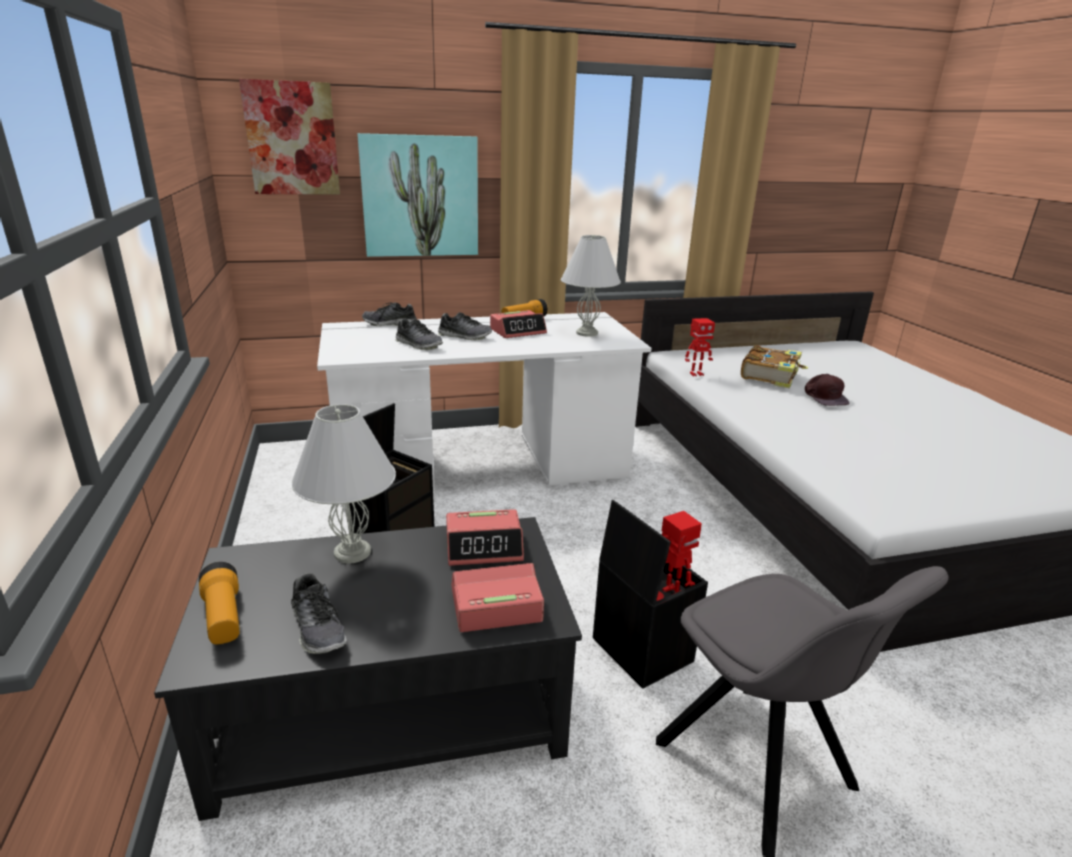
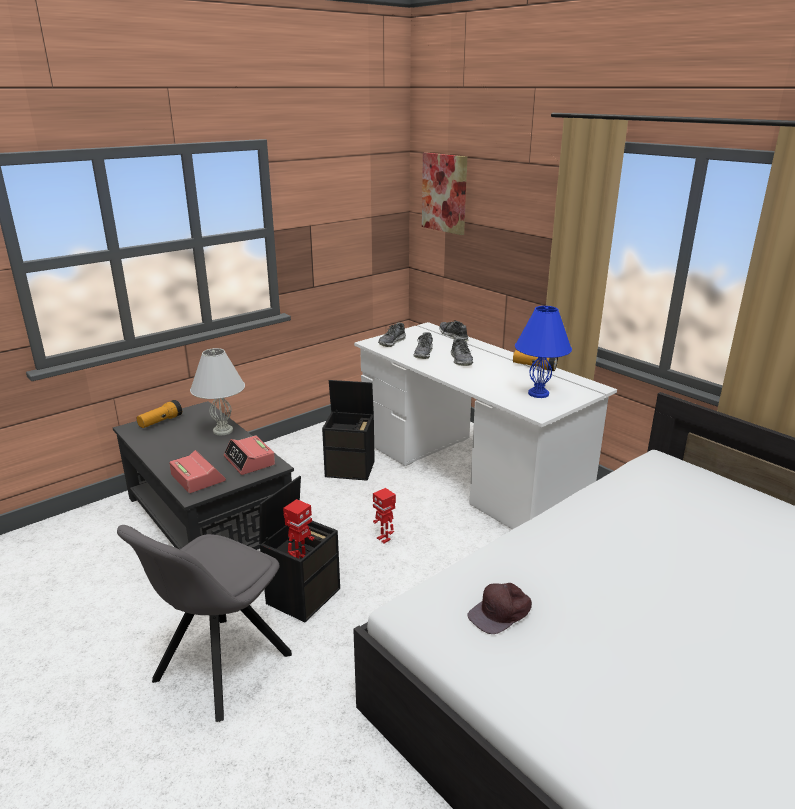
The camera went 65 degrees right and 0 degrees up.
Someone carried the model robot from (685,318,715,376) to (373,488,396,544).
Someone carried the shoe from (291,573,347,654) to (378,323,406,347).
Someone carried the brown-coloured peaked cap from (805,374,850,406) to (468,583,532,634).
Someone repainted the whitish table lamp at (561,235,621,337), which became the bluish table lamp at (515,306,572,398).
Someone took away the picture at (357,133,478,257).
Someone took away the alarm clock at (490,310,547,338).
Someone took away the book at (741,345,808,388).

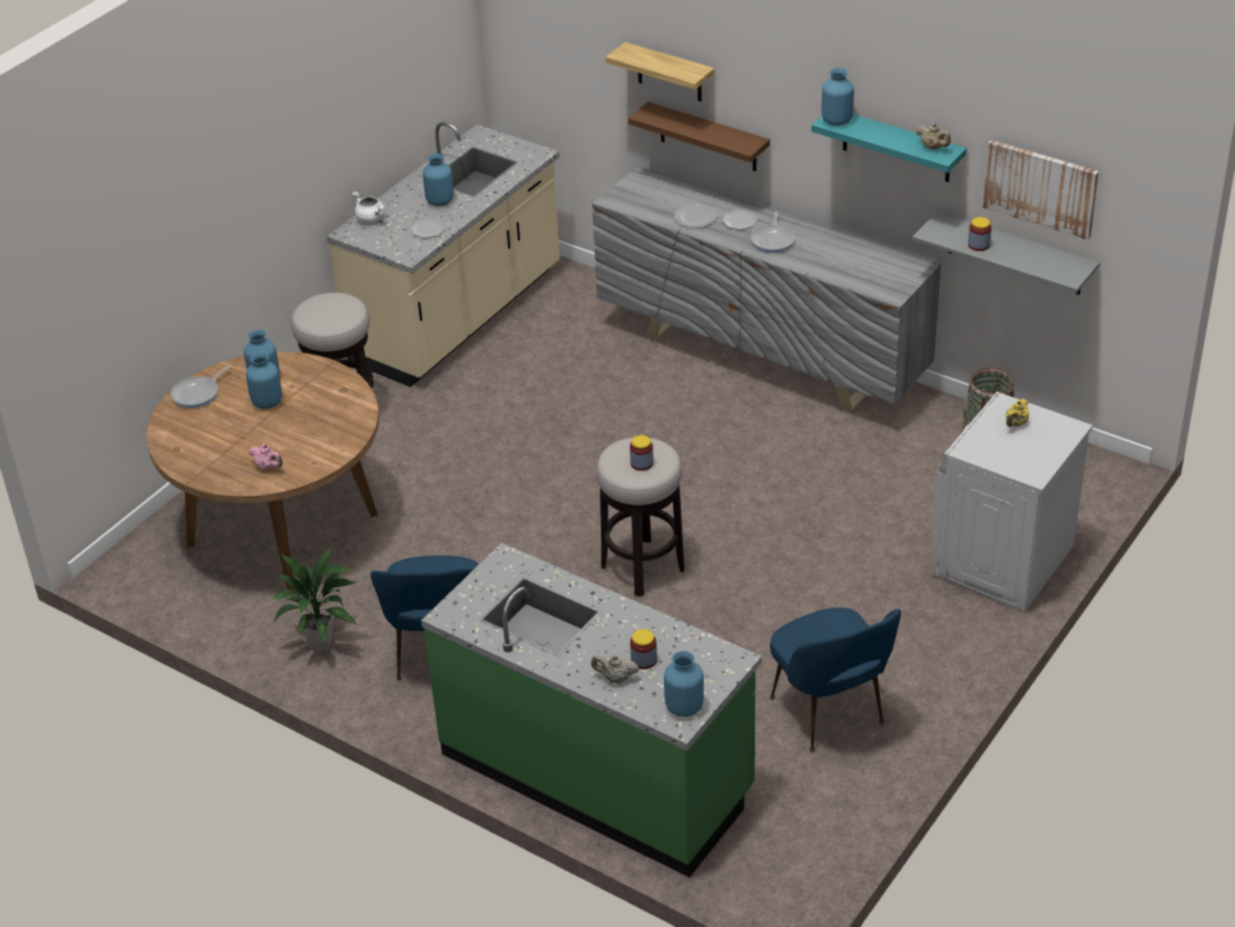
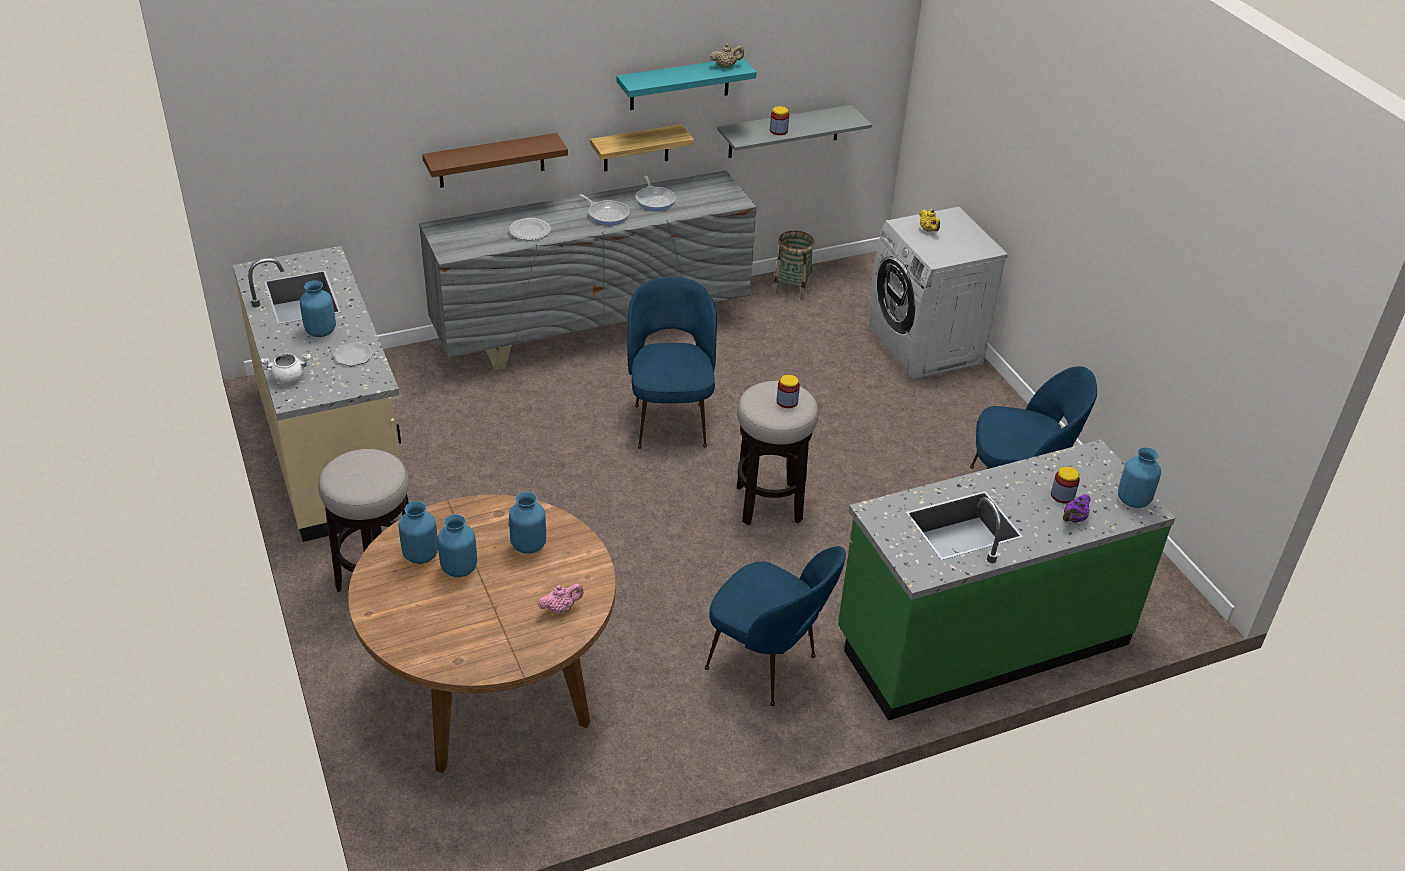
The camera went 60 degrees left and 0 degrees up.
Someone carried the bluish flower vase from (822,68,854,126) to (509,492,546,554).
Someone carried the wall shelf from (605,42,714,102) to (590,124,694,171).
Someone put down the bluish plain chair at (627,277,717,449).
Someone carried the frying pan from (171,366,230,408) to (636,176,676,211).
Someone repainted the beige teapot at (591,655,639,683), which became the purple-coloured teapot at (1063,494,1091,523).
Someone took away the plant in a pot at (269,547,357,651).
Someone took away the plate at (722,209,758,230).
Someone took away the picture at (983,140,1099,240).

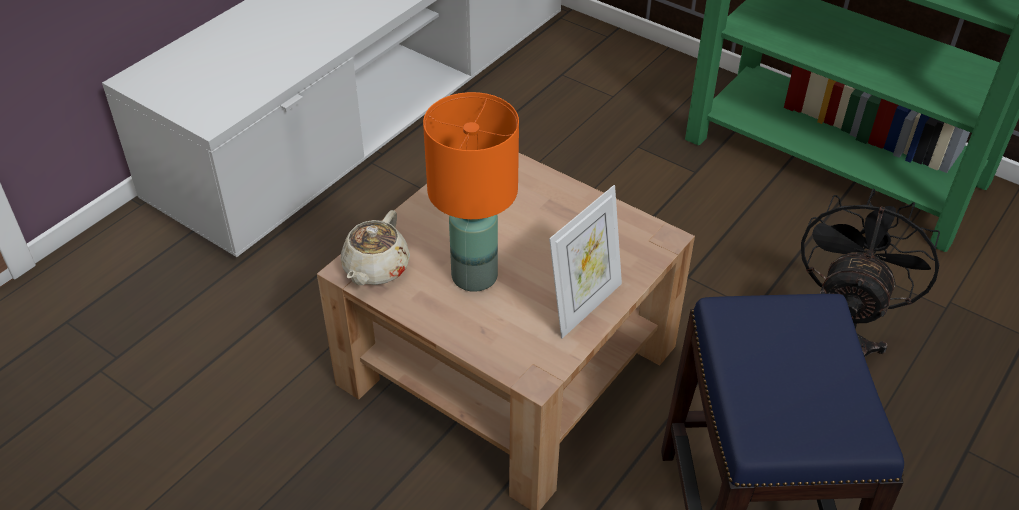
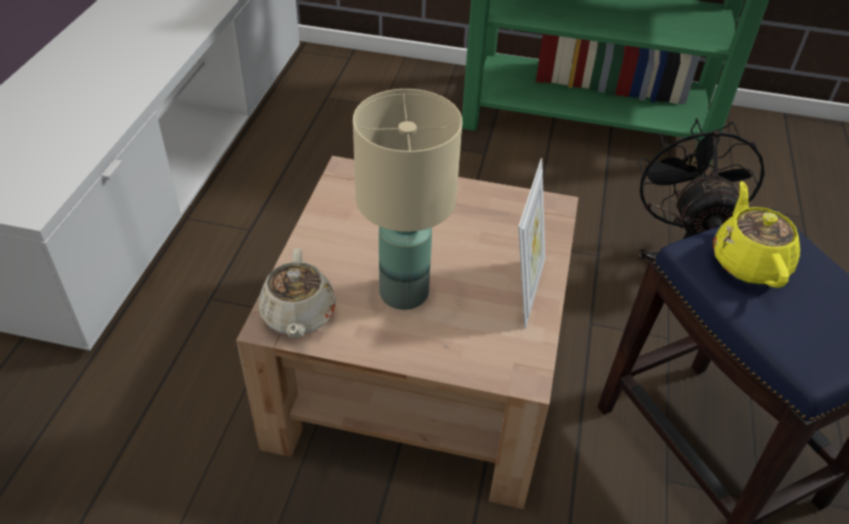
The camera went 25 degrees left and 0 degrees up.
Someone repainted the orangey table lamp at (423,92,519,292), which became the beige table lamp at (353,89,462,310).
Someone put down the yellow teapot at (713,181,800,288).

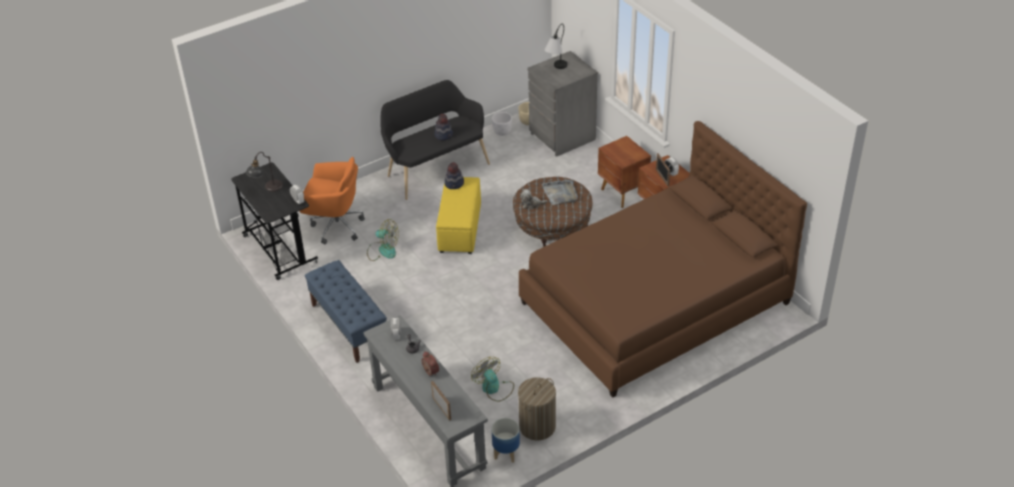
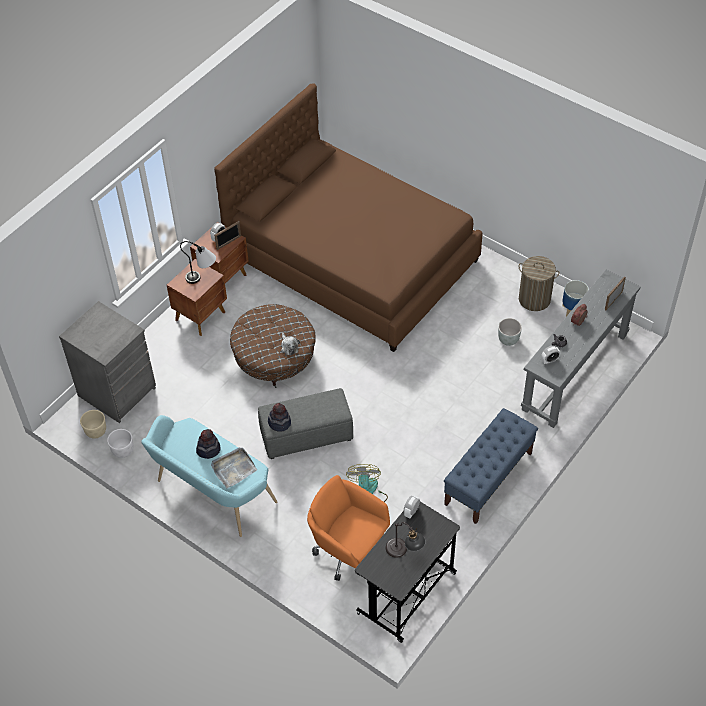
The camera went 110 degrees left and 10 degrees up.
Someone repainted the black bench at (380,80,490,200), which became the turquoise-coloured bench at (141,415,278,537).
Someone carried the table lamp from (544,24,567,69) to (180,241,216,284).
Someone carried the gray tray from (542,180,578,205) to (211,448,257,488).
Someone repainted the yellow footrest at (436,177,481,254), which became the gray footrest at (258,388,353,459).
Someone rotated the orangey desk chair at (300,157,365,244) by 45 degrees counterclockwise.
Someone swapped the electric fan at (471,356,514,401) for the gray plant pot at (498,318,522,346).

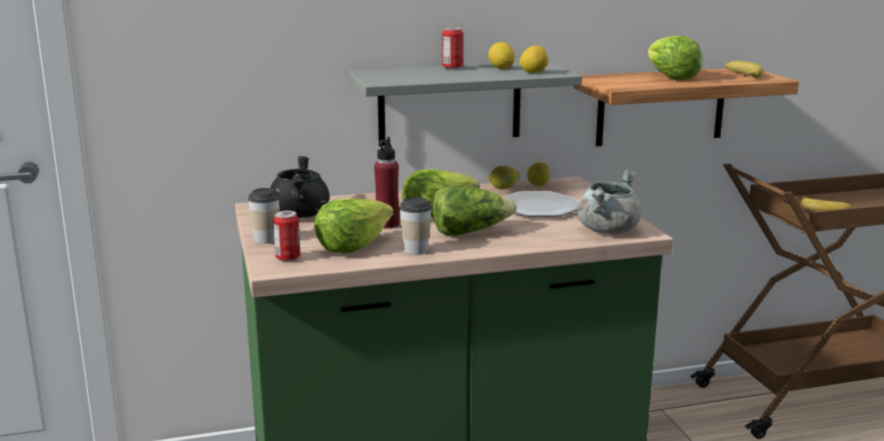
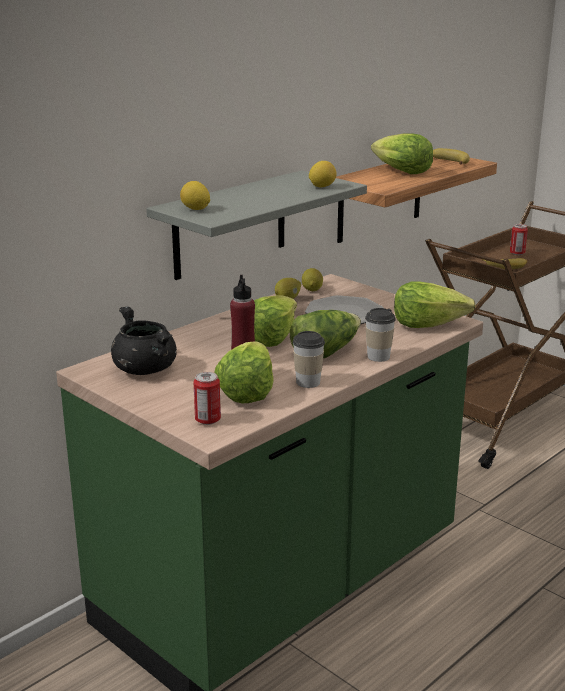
The camera went 30 degrees left and 5 degrees up.
Someone carried the lemon from (488,42,515,69) to (180,181,210,210).
Someone carried the small cup from (248,188,280,244) to (365,308,396,362).
Someone swapped the gray cooking pot at (577,170,642,234) for the head of lettuce at (394,281,476,328).
Someone carried the can from (442,28,463,70) to (510,224,528,255).

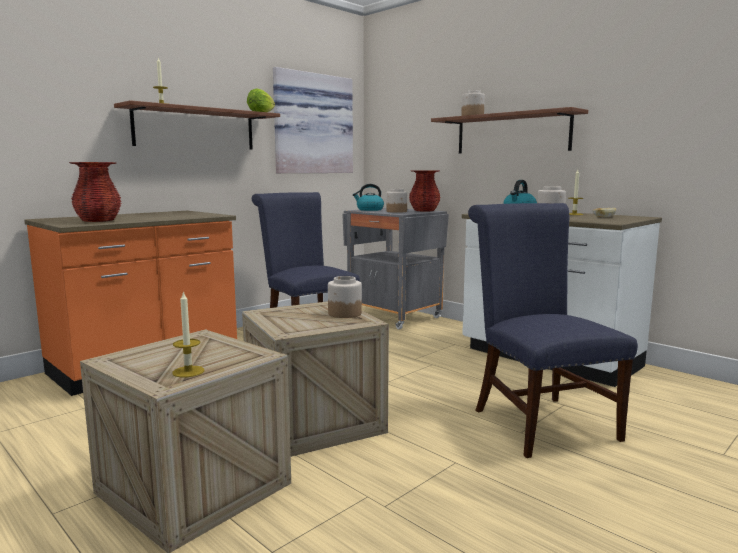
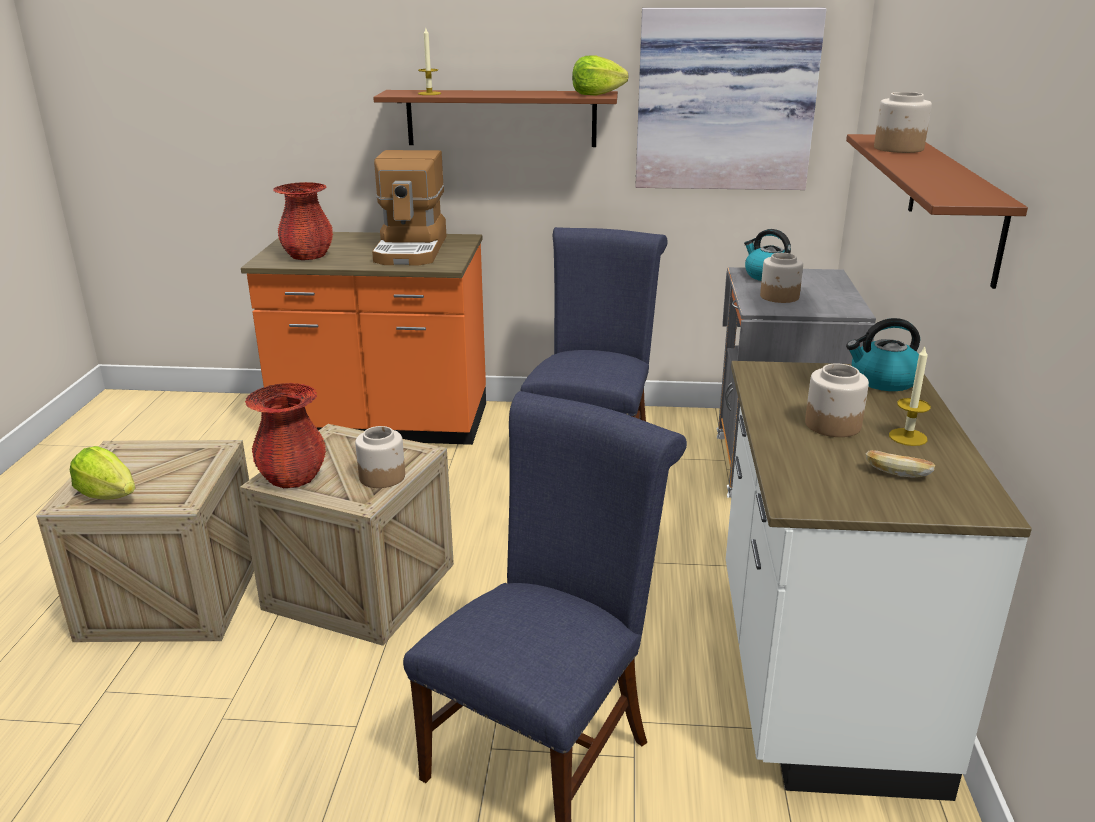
The camera went 50 degrees right and 15 degrees up.
Someone swapped the candle at (172,291,205,377) for the head of lettuce at (70,446,135,500).
Someone carried the reddish flower vase from (409,170,440,211) to (245,383,326,488).
Someone put down the coffee brewer at (372,150,446,265).

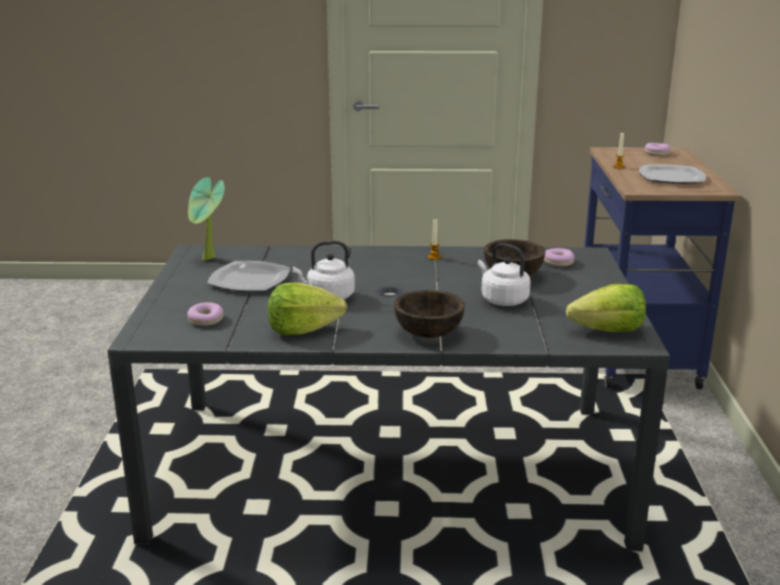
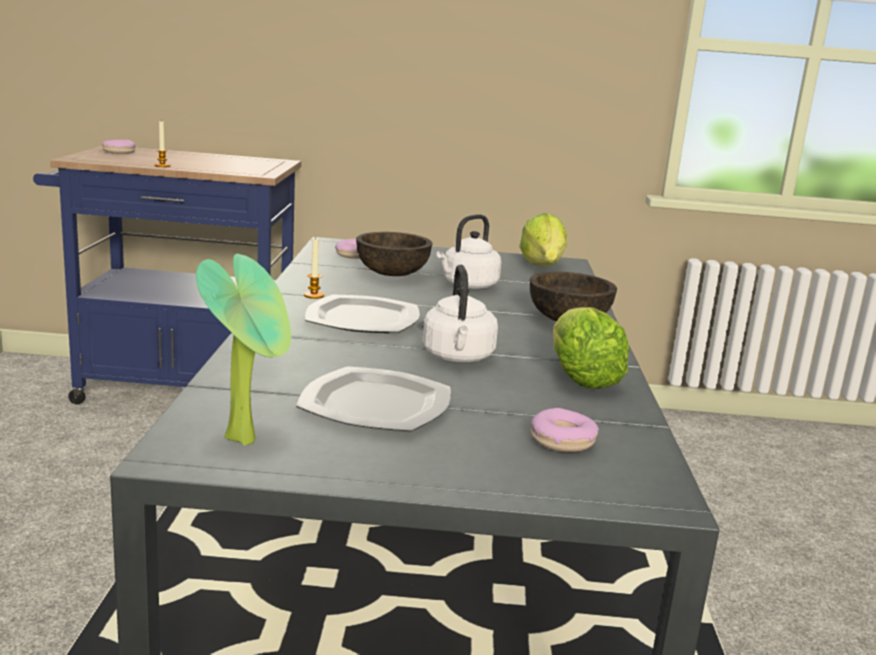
The camera went 90 degrees left and 5 degrees down.
Someone carried the plate from (639,165,706,184) to (305,294,420,333).

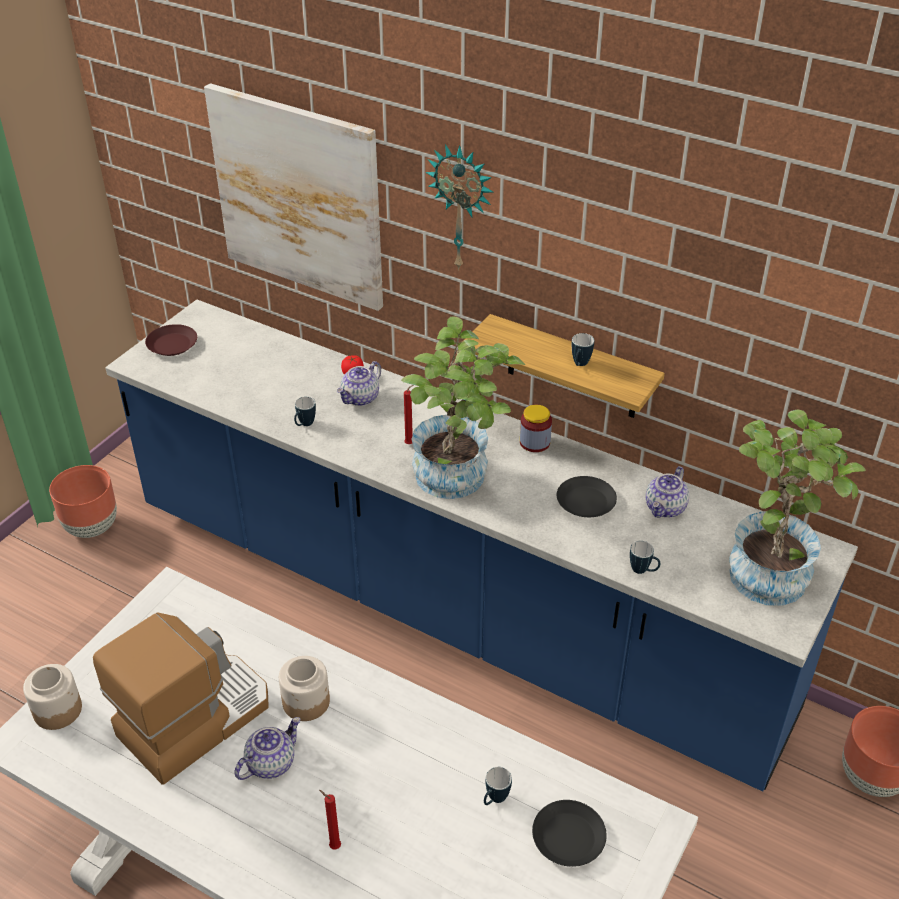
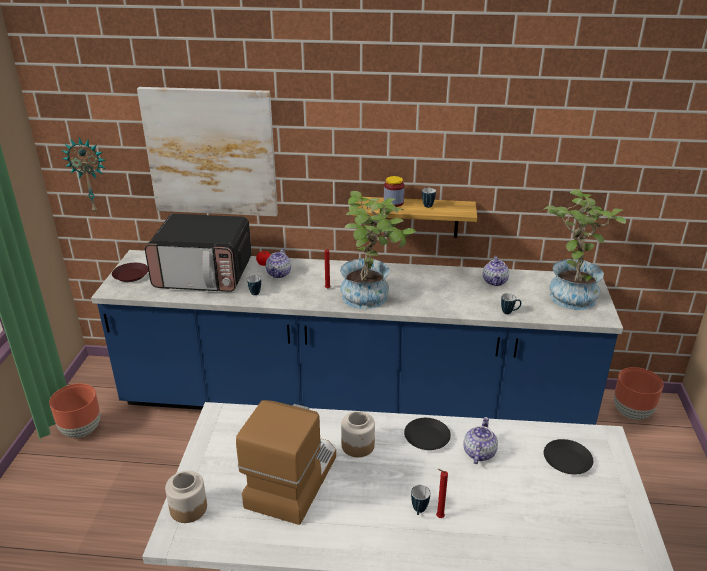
The camera went 25 degrees left and 10 degrees down.
Someone carried the wall clock from (425,144,494,271) to (62,137,106,214).
Someone put down the kitchen microwave at (145,214,252,292).
Someone carried the preserve jar from (520,405,552,452) to (384,176,404,207).
Someone carried the black plate from (557,476,617,517) to (404,418,451,450).
Someone carried the tea mug from (484,767,512,805) to (411,485,430,515).
Someone carried the teapot from (234,717,301,780) to (464,417,498,464).

